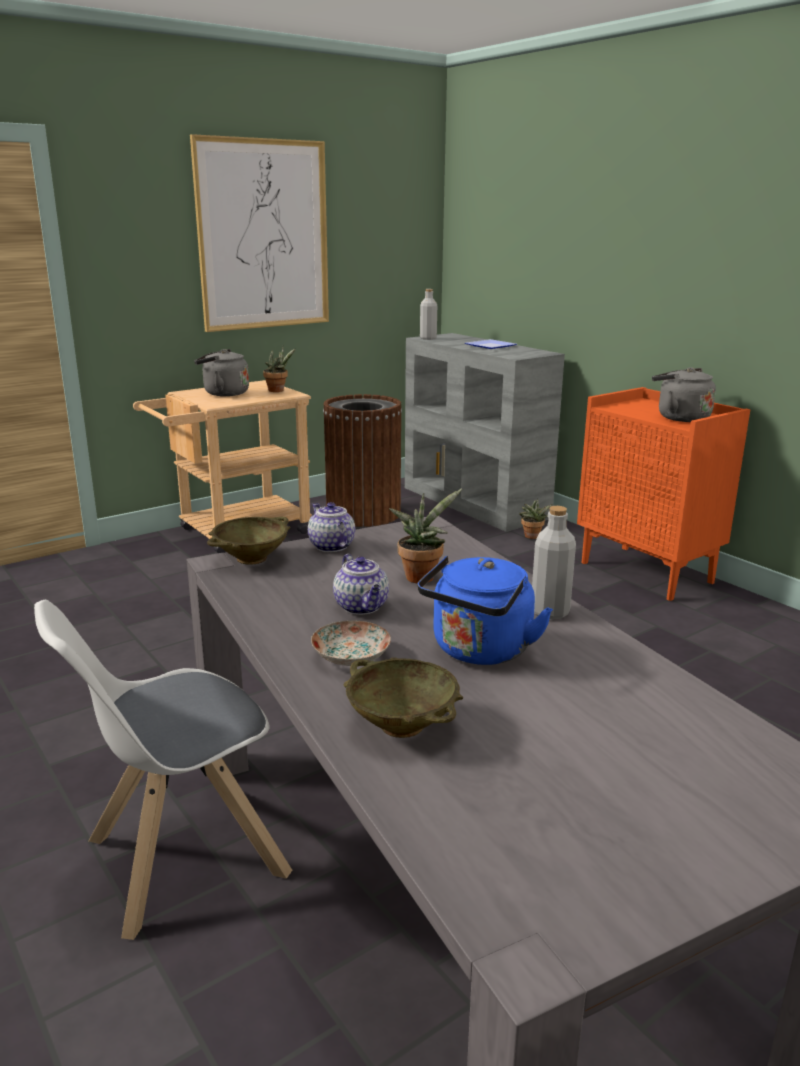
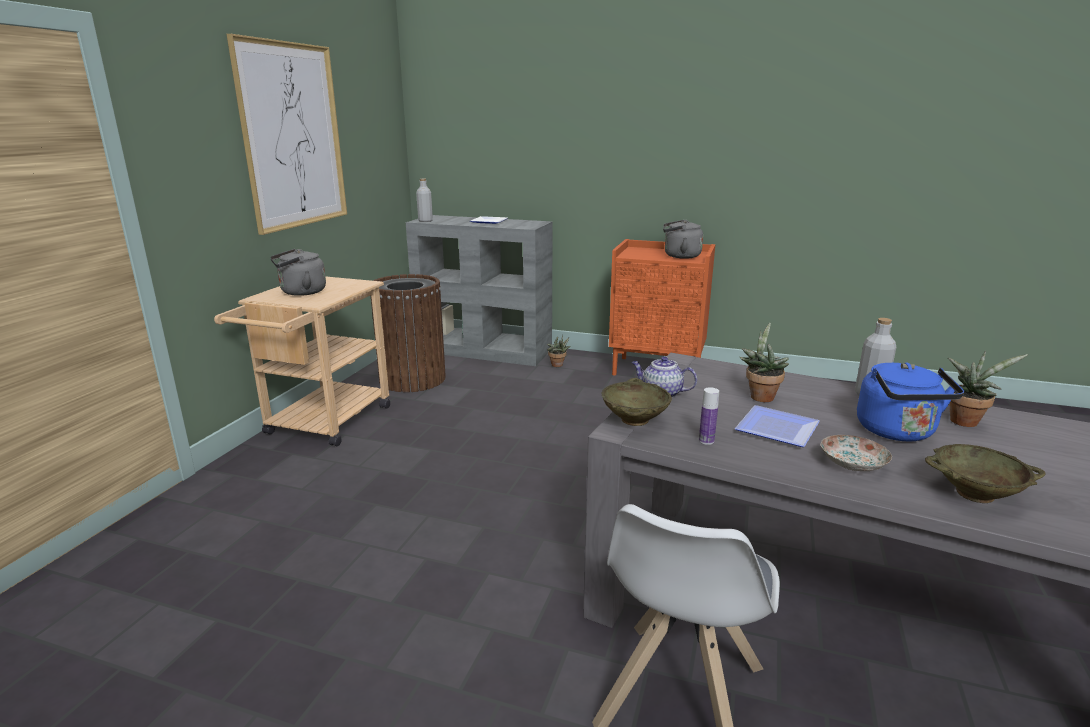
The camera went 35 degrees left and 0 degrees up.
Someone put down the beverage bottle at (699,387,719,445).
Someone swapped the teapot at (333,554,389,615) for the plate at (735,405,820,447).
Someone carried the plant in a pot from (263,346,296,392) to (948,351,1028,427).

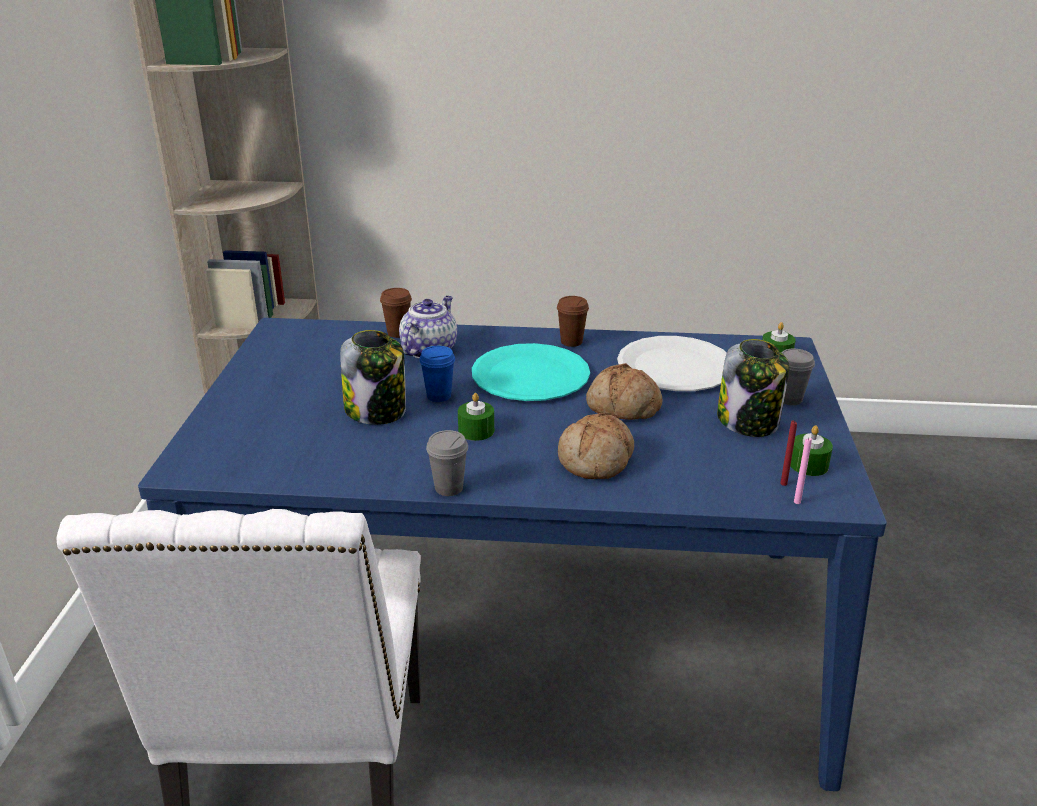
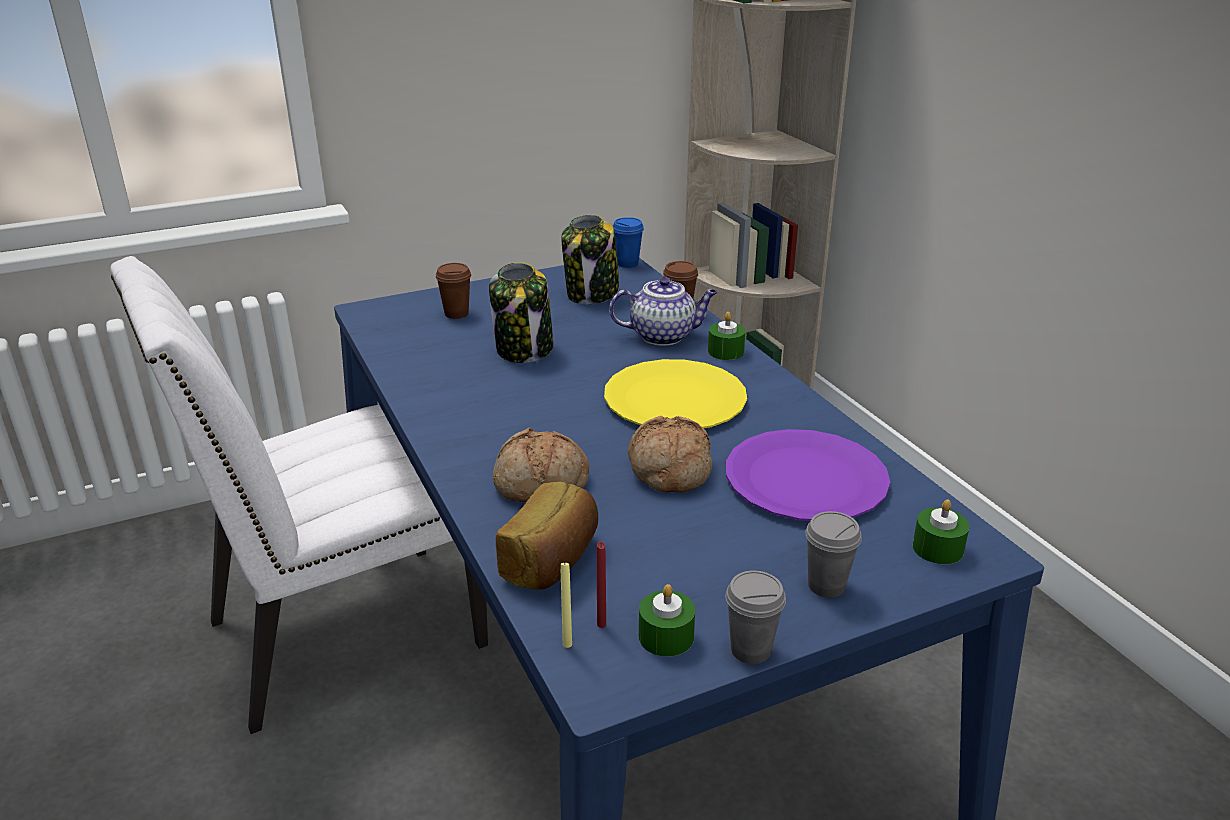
The camera went 60 degrees right and 0 degrees up.
Someone carried the brown-coloured small cup from (557,296,589,347) to (436,263,471,319).
Someone put down the bread at (496,482,598,590).
Someone carried the preserve jar from (717,339,789,437) to (561,215,619,304).
Someone repainted the pinkish candle at (794,438,812,504), which became the yellow candle at (561,562,572,648).
Someone repainted the turquoise-coloured plate at (472,343,590,401), which became the yellow plate at (604,359,747,428).
Someone carried the bluish small cup from (419,346,455,402) to (613,217,644,268).
Someone carried the green-coloured candle from (458,393,494,441) to (708,312,746,360).
Someone repainted the whitish plate at (617,336,727,391), which became the purple-coloured plate at (726,429,890,521).
Someone carried the gray small cup from (426,430,468,496) to (726,571,786,664).

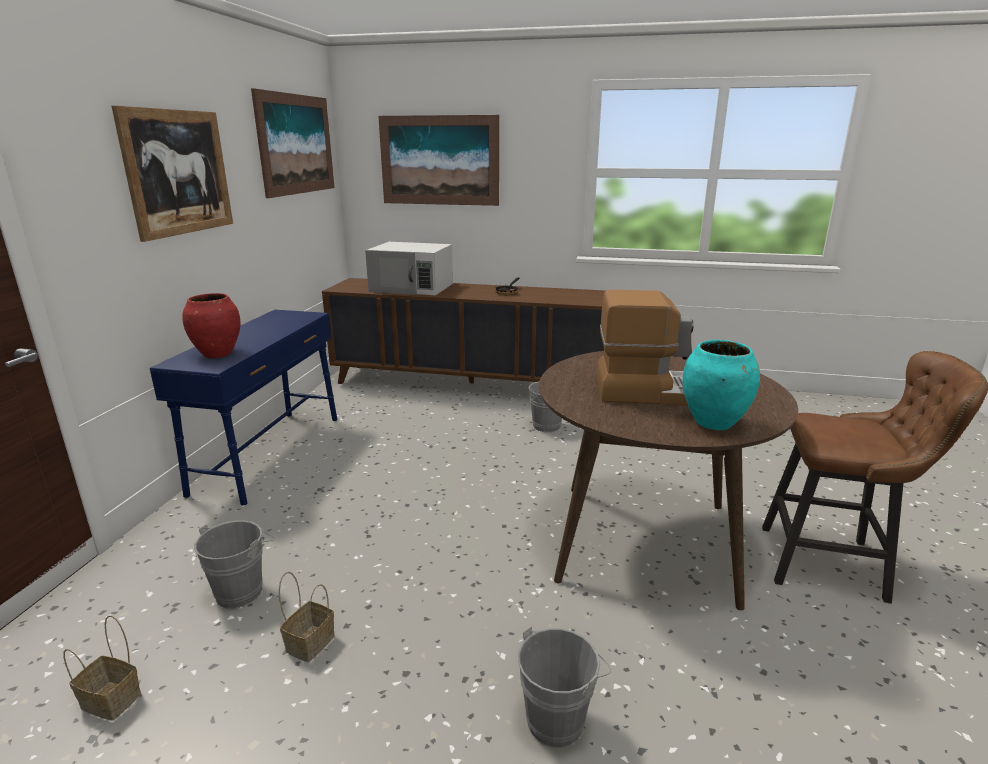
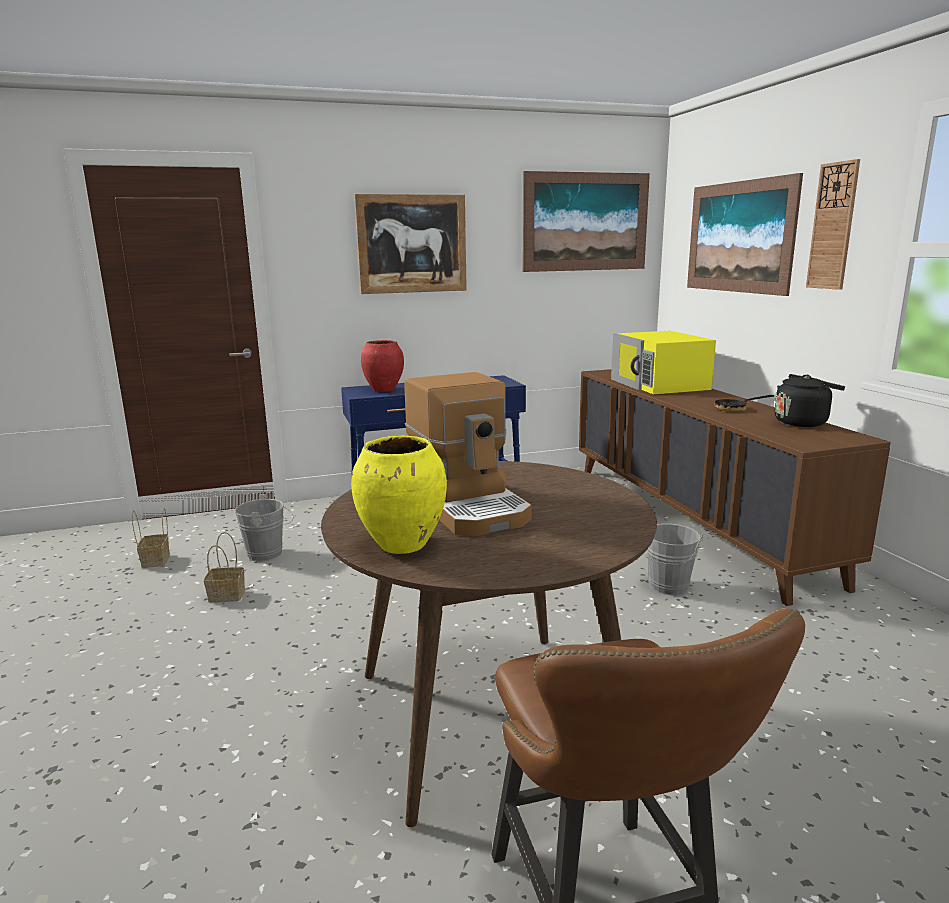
The camera went 60 degrees right and 5 degrees down.
Someone repainted the turquoise-coloured flower vase at (683,340,760,430), which became the yellow flower vase at (351,436,447,554).
Someone repainted the whitish kitchen microwave at (365,242,453,295), which became the yellow kitchen microwave at (611,331,716,394).
Someone put down the black kettle at (774,374,845,427).
Someone put up the wall clock at (806,159,860,290).
Someone took away the gray water bucket at (518,626,611,748).

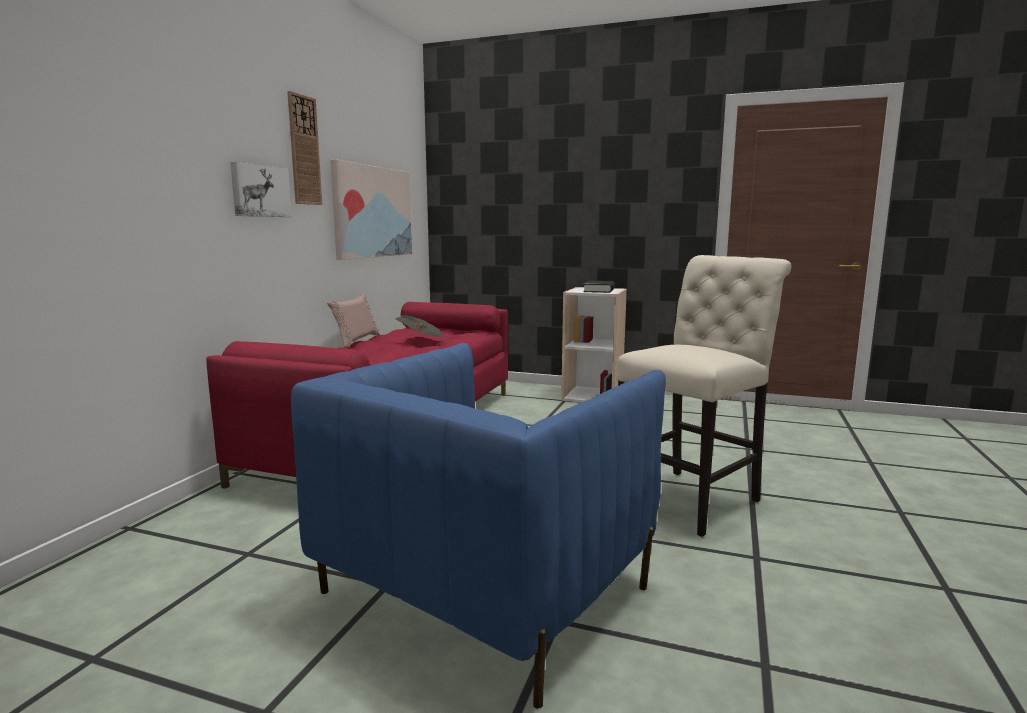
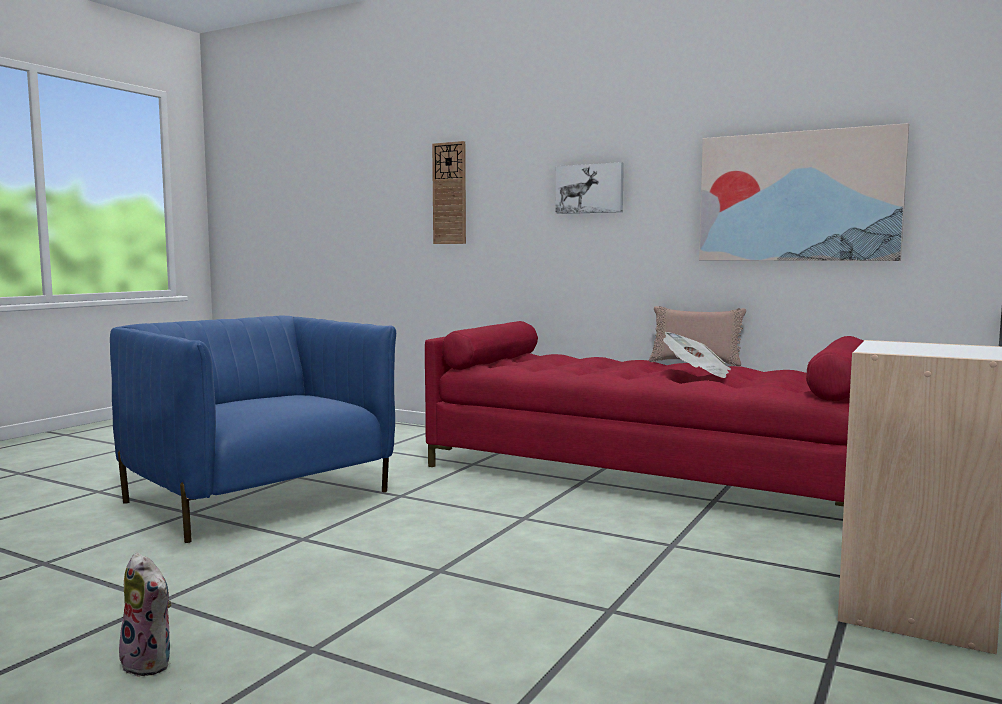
The camera went 100 degrees right and 5 degrees down.
Someone put down the plush toy at (119,553,171,677).
Someone carried the wall clock from (287,91,322,205) to (432,141,466,244).
Someone took away the black book at (583,281,615,293).
Someone took away the beige stool seat at (617,255,791,537).

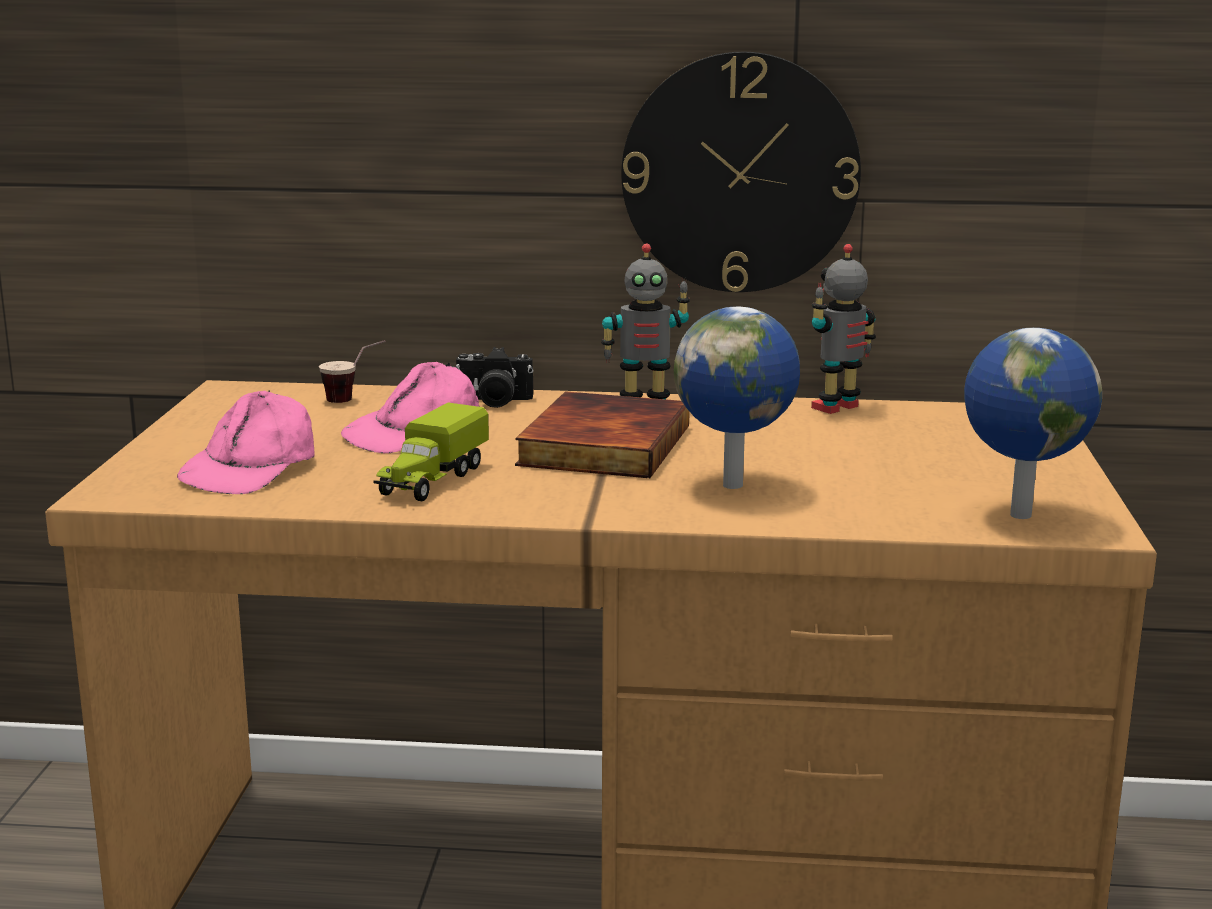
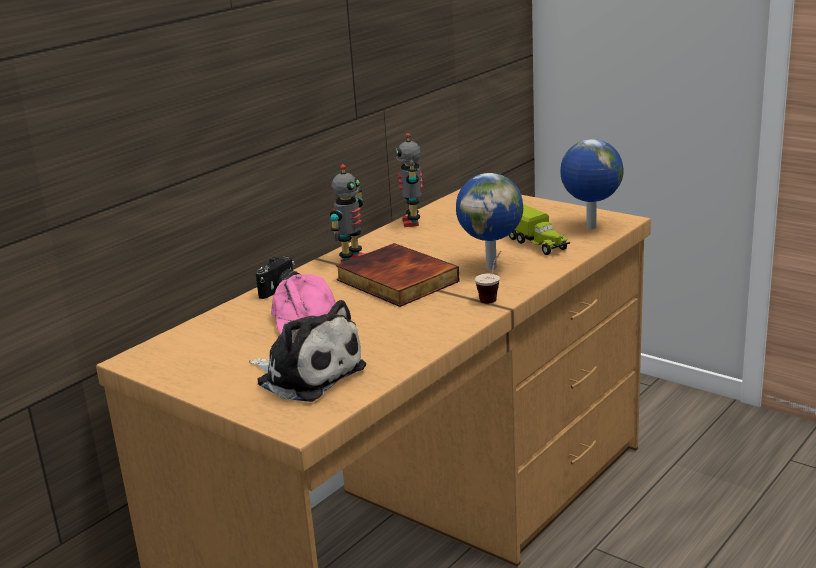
The camera went 55 degrees left and 5 degrees up.
Someone swapped the pinkish peaked cap at (177,391,314,494) for the plush toy at (249,300,366,402).
Someone carried the small cup from (319,340,386,403) to (475,251,501,304).
Someone carried the toy lorry from (373,403,489,501) to (509,204,570,255).
Someone took away the wall clock at (621,52,861,292).

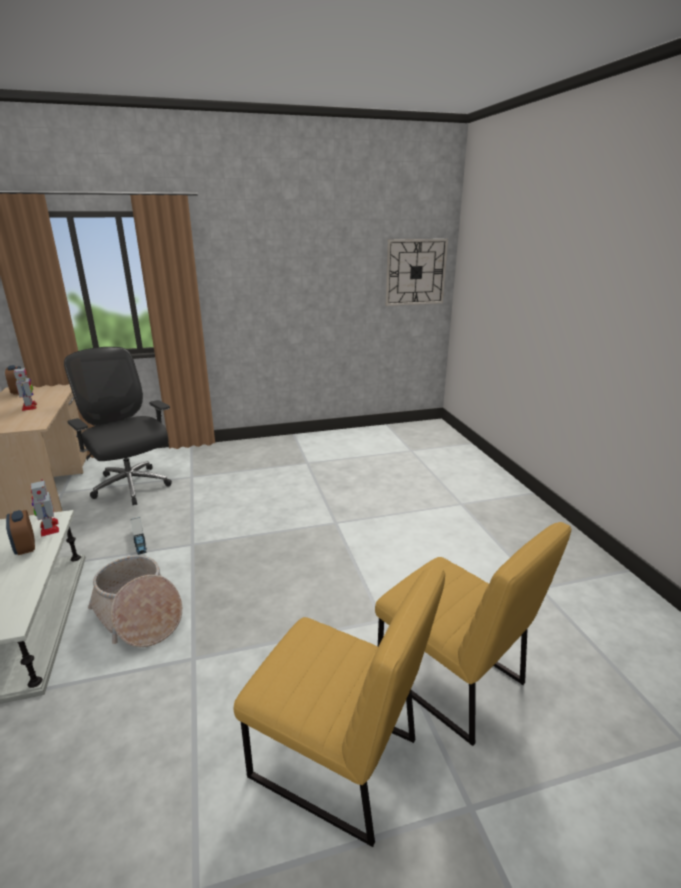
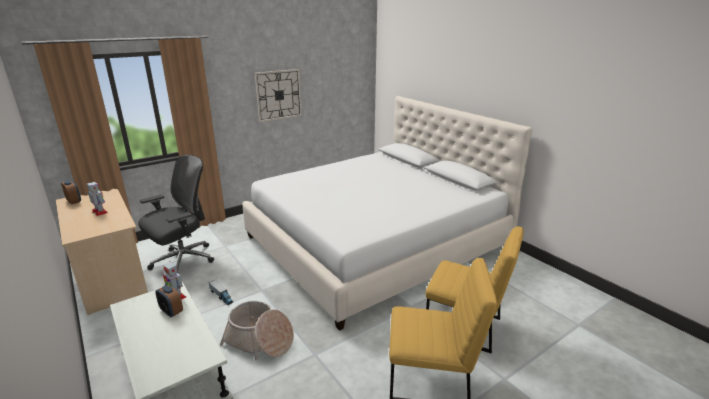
The camera went 20 degrees left and 0 degrees up.
Someone rotated the desk chair at (64,347,172,505) by 105 degrees clockwise.
Someone put down the whitish bedroom bed at (243,96,532,331).
Someone carried the wall clock from (386,239,448,306) to (255,69,302,122).

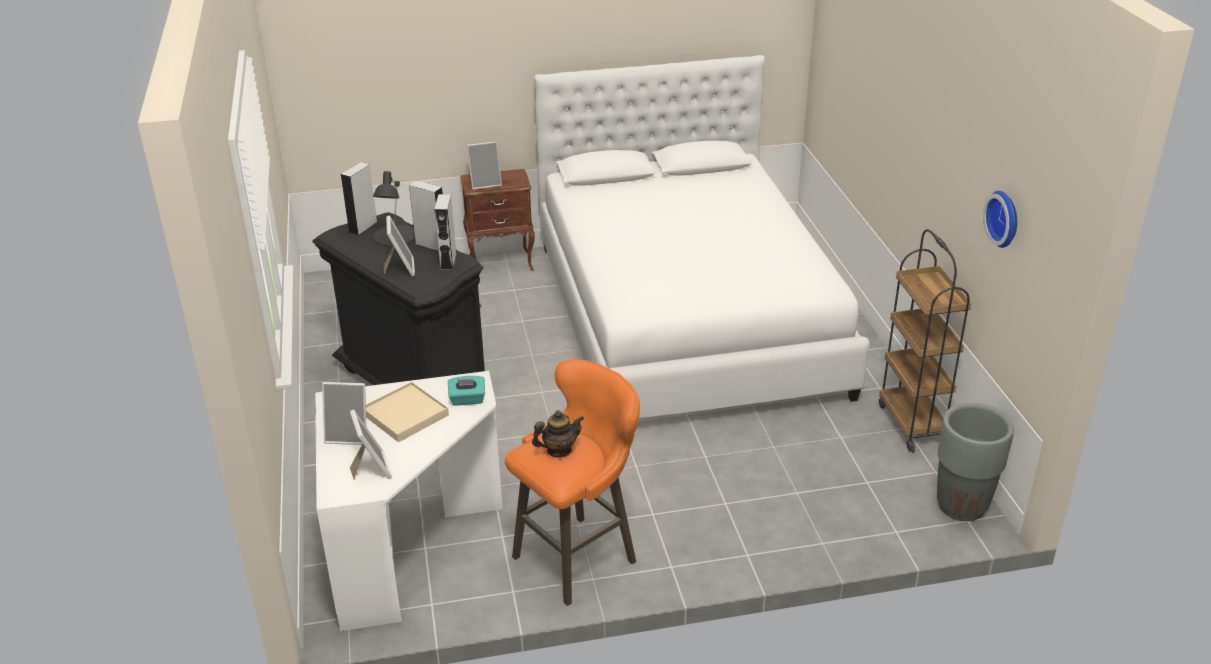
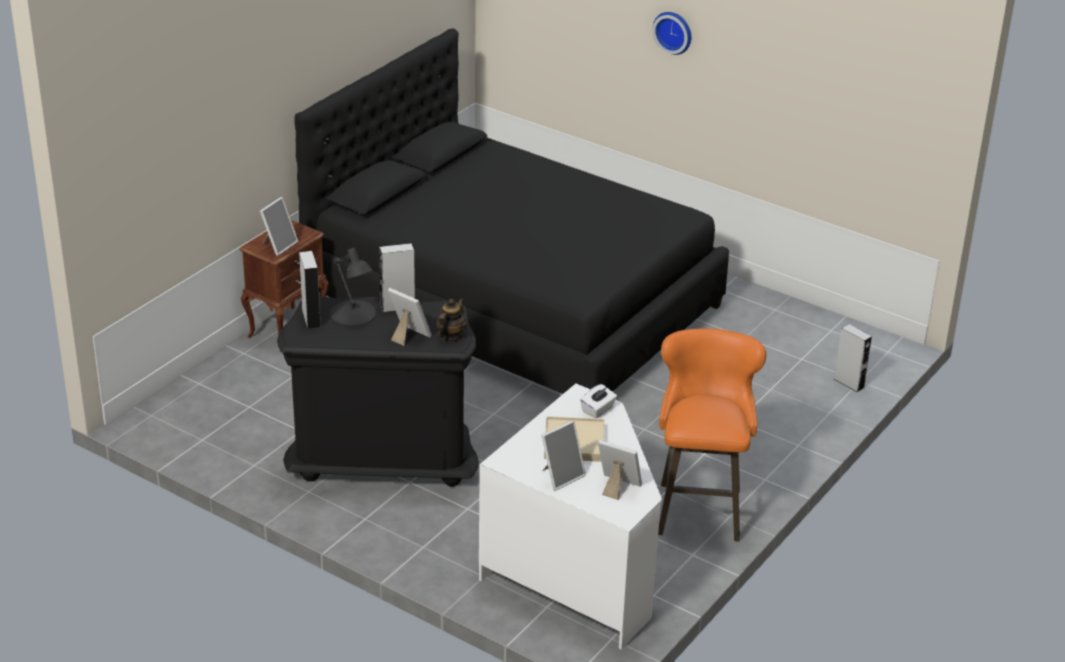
The camera went 45 degrees left and 0 degrees up.
Someone repainted the whitish bedroom bed at (534,55,870,419), which became the black bedroom bed at (294,29,729,394).
Someone carried the teapot from (532,410,584,458) to (436,299,467,341).
Someone repainted the turquoise-coloured box of tissues at (448,376,485,406), which became the whitish box of tissues at (580,384,617,418).
Someone carried the wall clock from (983,191,1017,248) to (652,12,691,55).
Someone carried the gray loudspeaker from (434,194,457,270) to (834,324,872,392).
Someone took away the brown-coloured trolley at (879,229,972,453).
Someone took away the gray plant pot at (937,403,1014,521).

